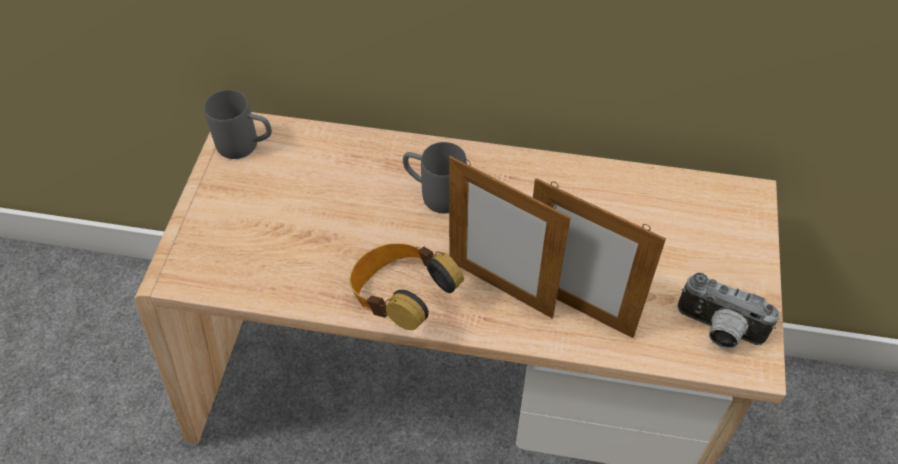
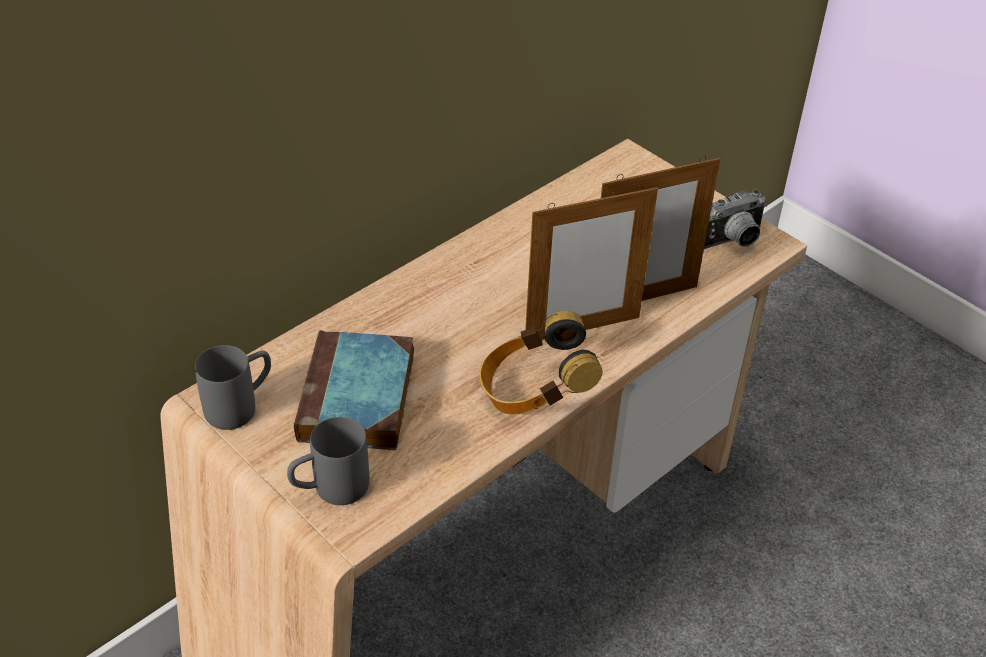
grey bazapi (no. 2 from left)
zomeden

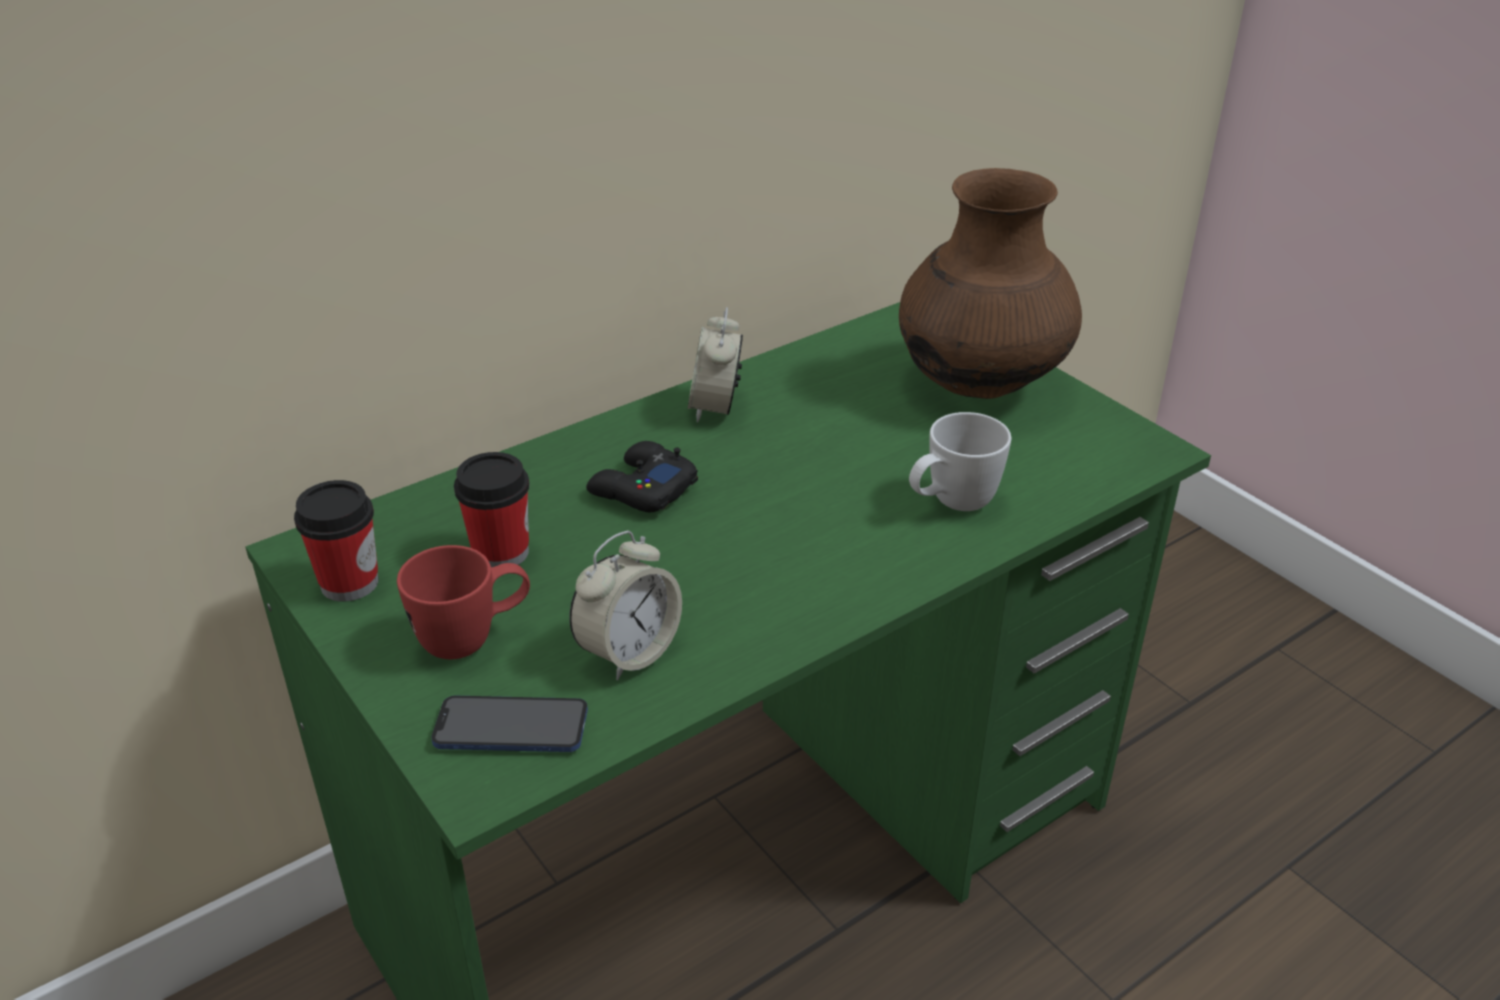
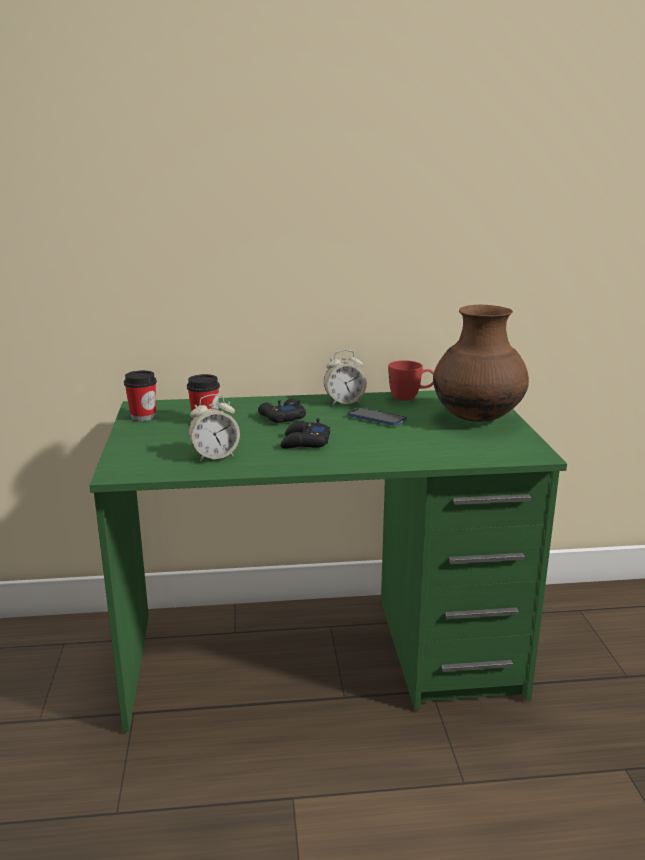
red bazapi
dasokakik
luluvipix (no. 2 from left)
white bazapi
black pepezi (no. 2 from left)

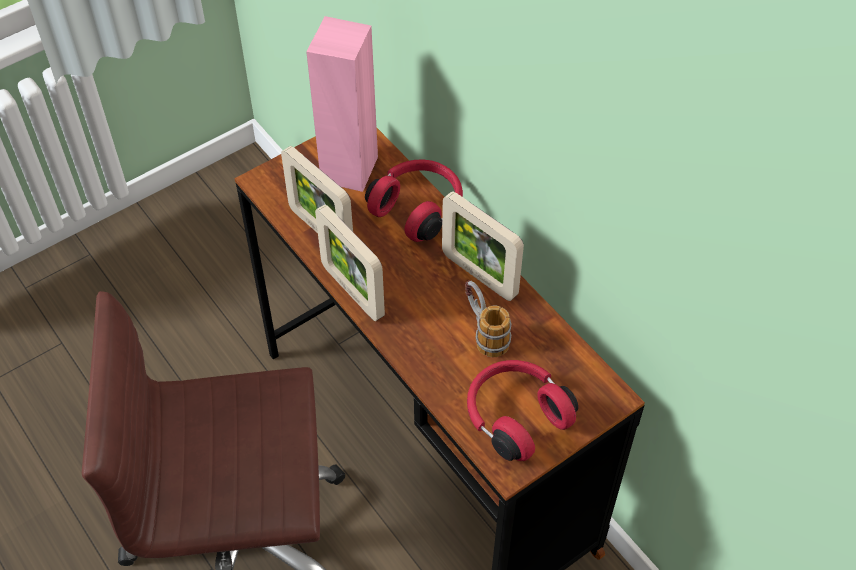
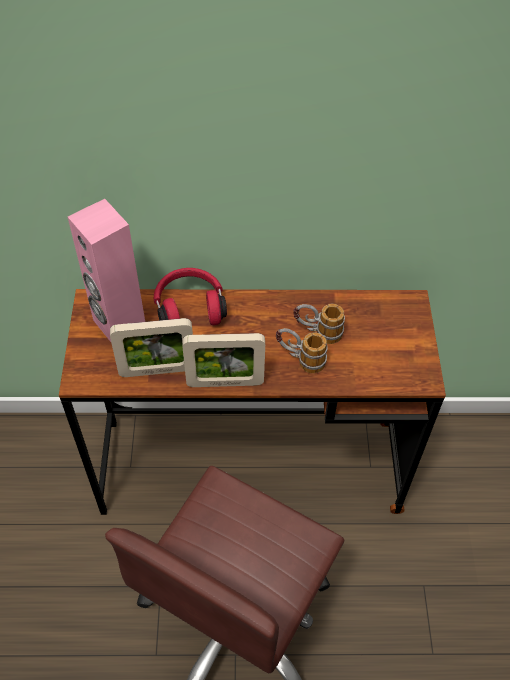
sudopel (no. 3 from left in the first image)
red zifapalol (no. 2 from left in the first image)
bazapi (no. 1 from left)

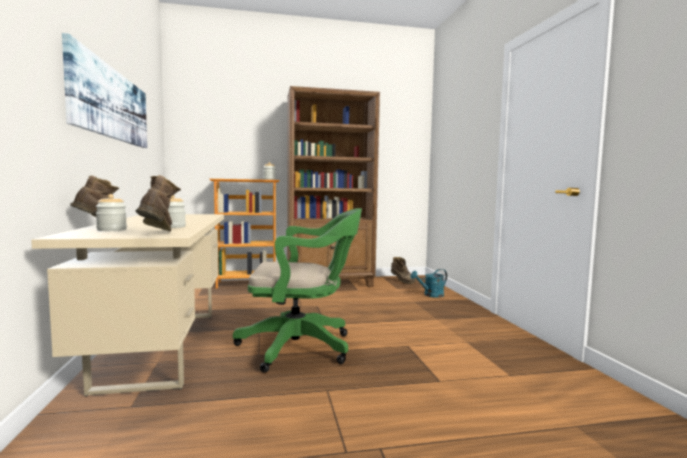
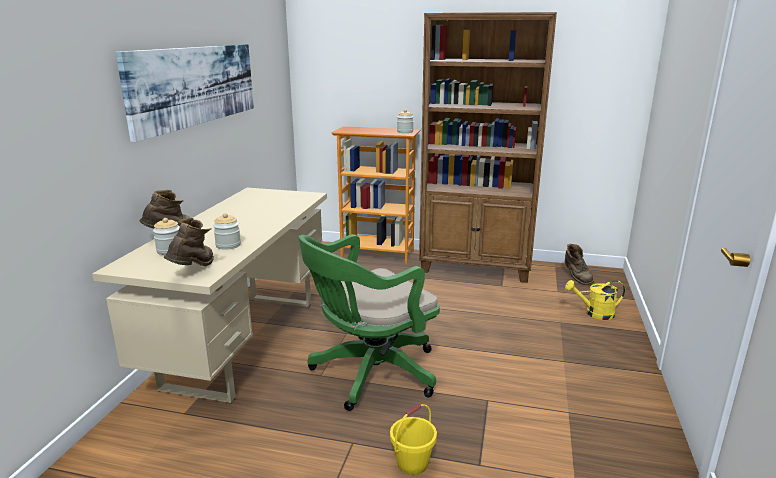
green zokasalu
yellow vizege
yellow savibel

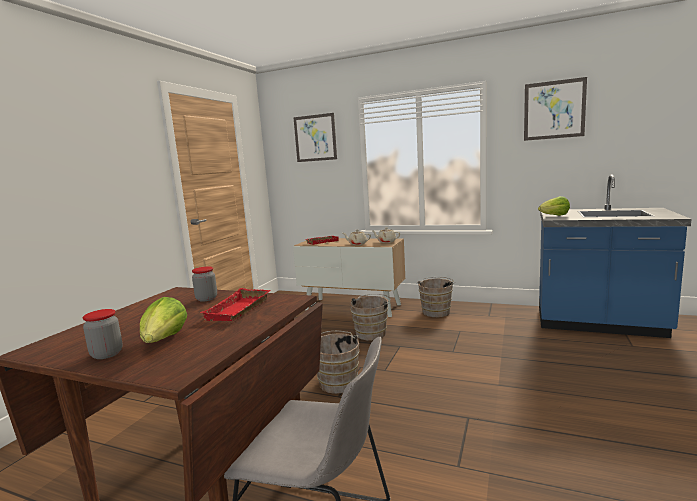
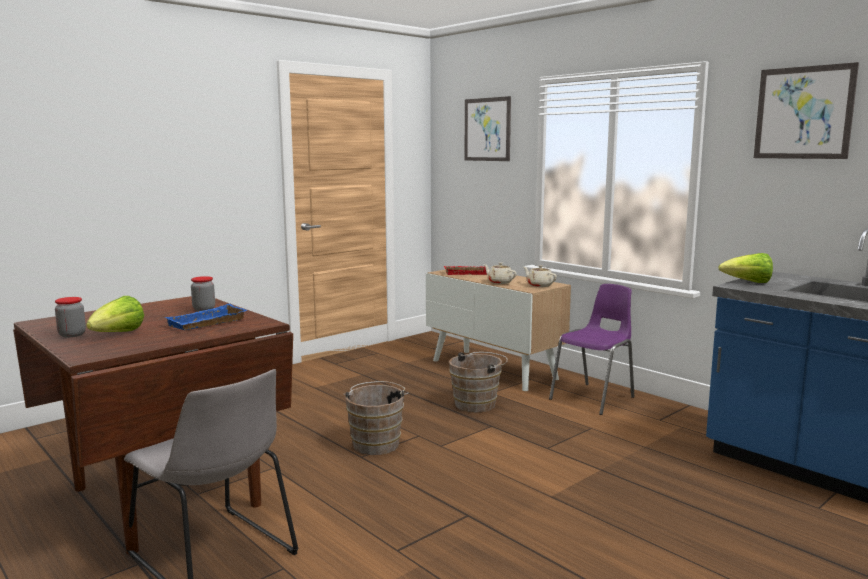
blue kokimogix
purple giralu

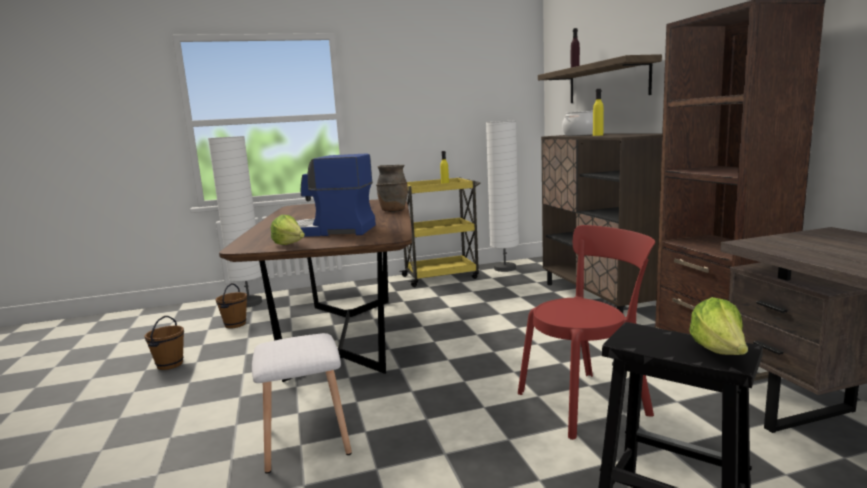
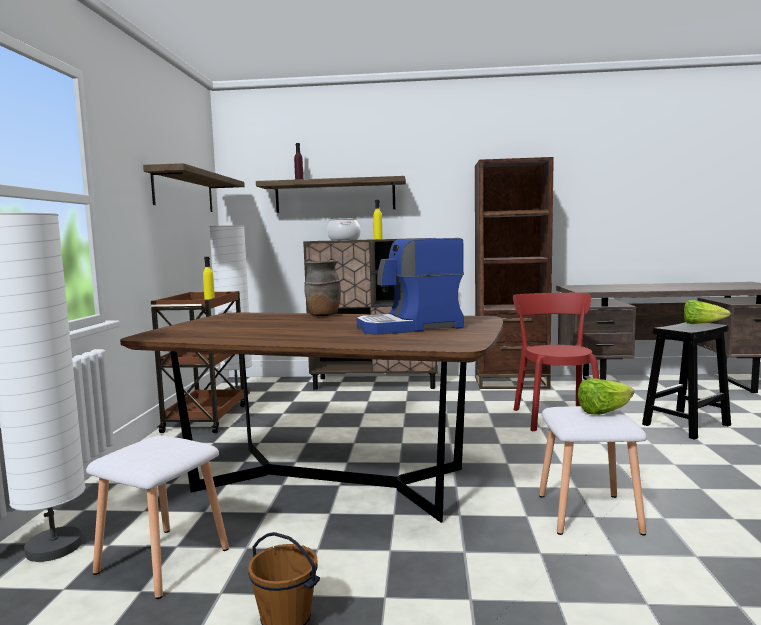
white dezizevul (no. 1 from left)
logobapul (no. 1 from left)
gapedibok
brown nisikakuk
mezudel (no. 1 from left)

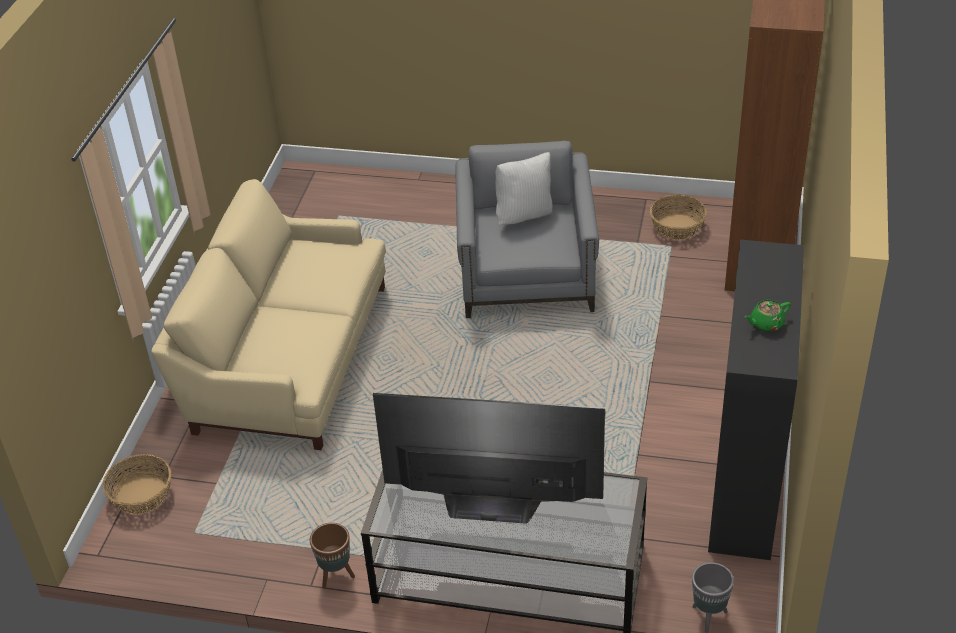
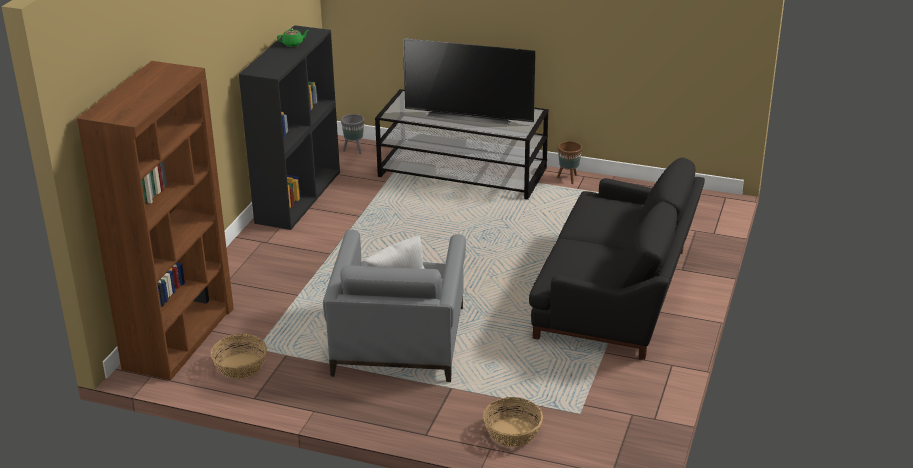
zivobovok (no. 2 from left)
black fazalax

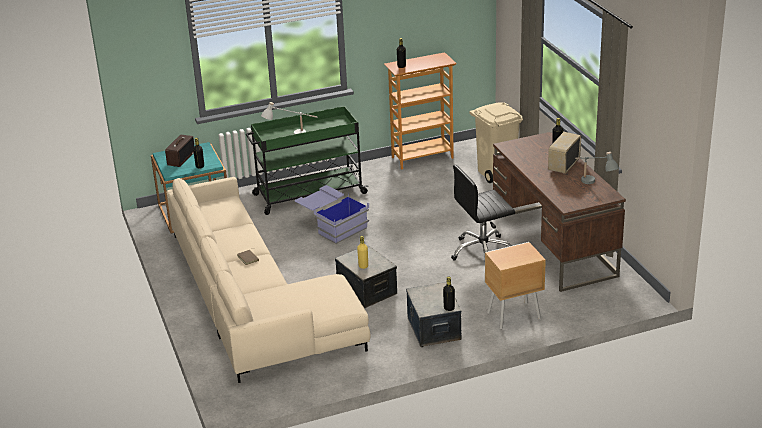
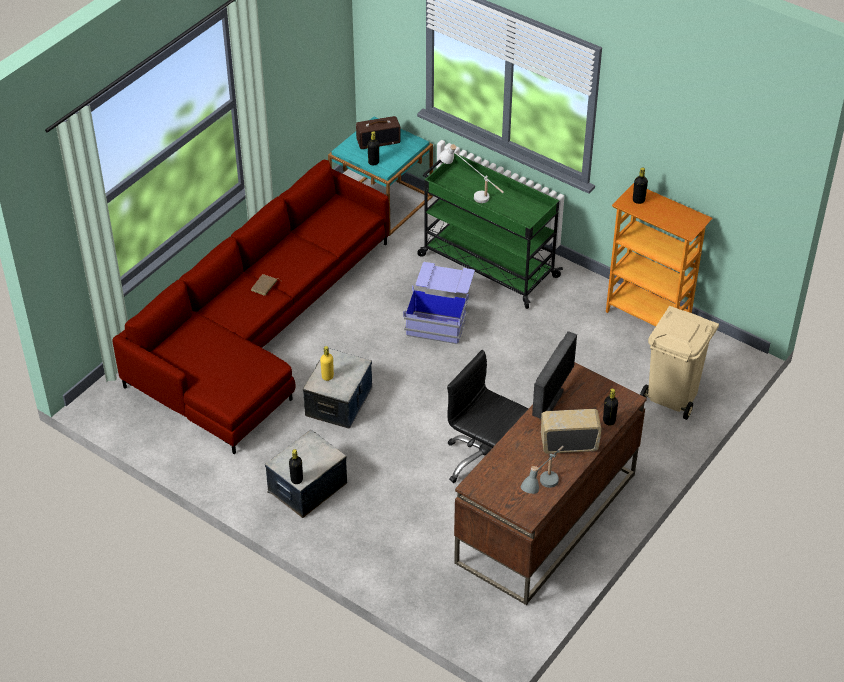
red fazalax
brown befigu
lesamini

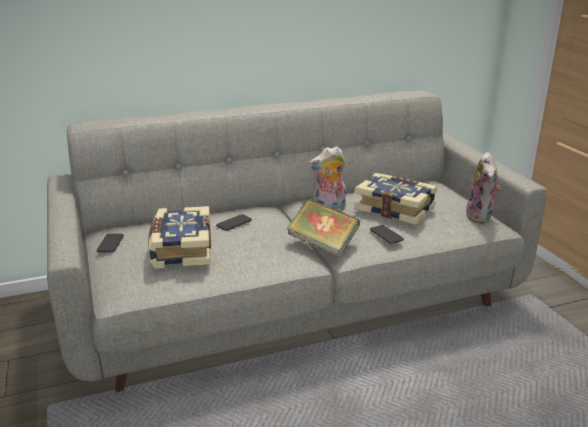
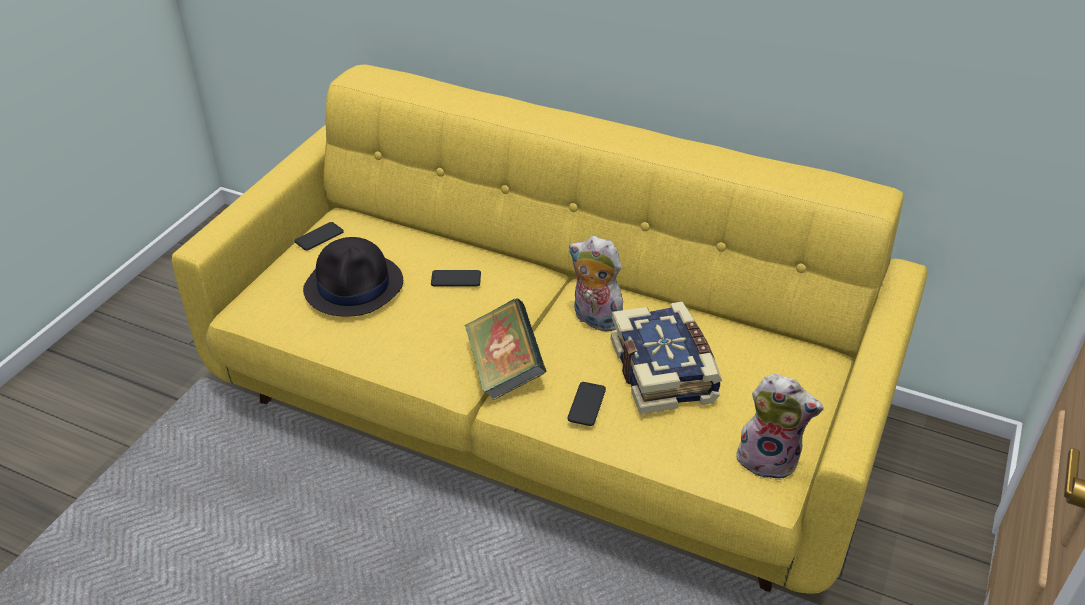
yellow fazalax
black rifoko
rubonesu (no. 2 from left)

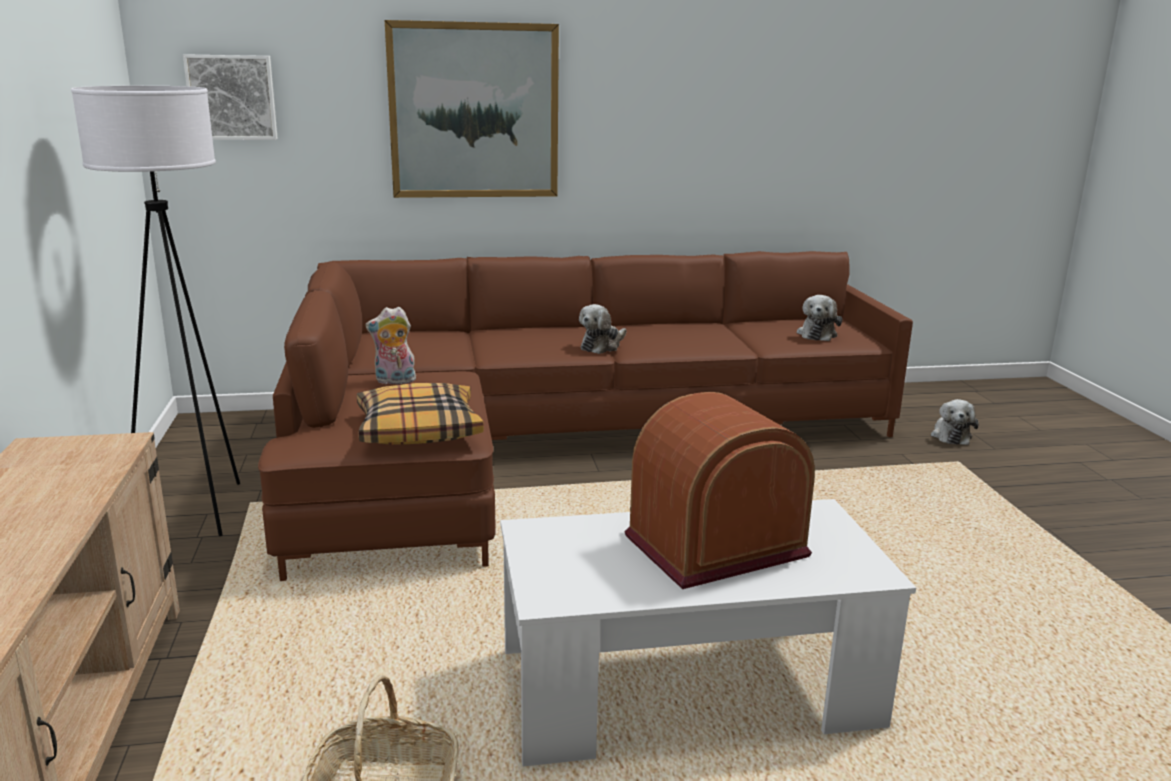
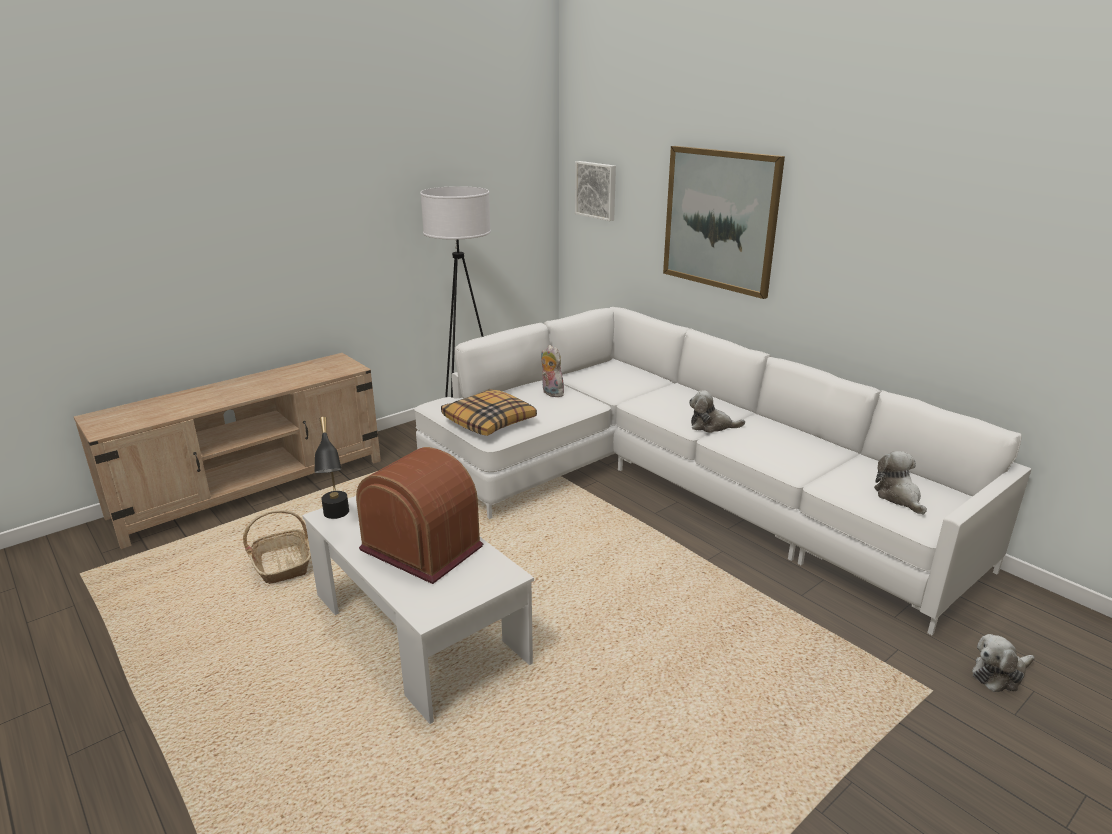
white fazalax
rubonesu (no. 3 from left)
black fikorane

